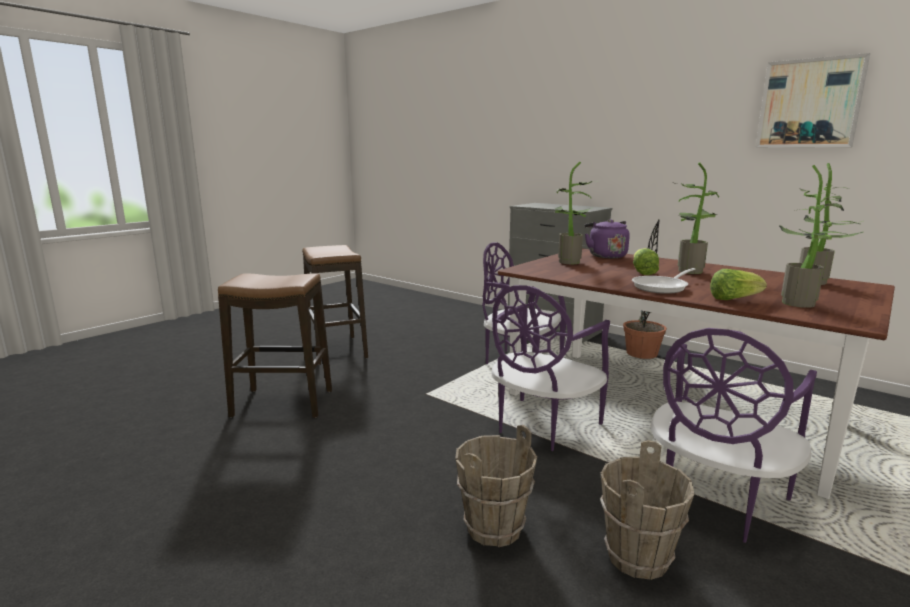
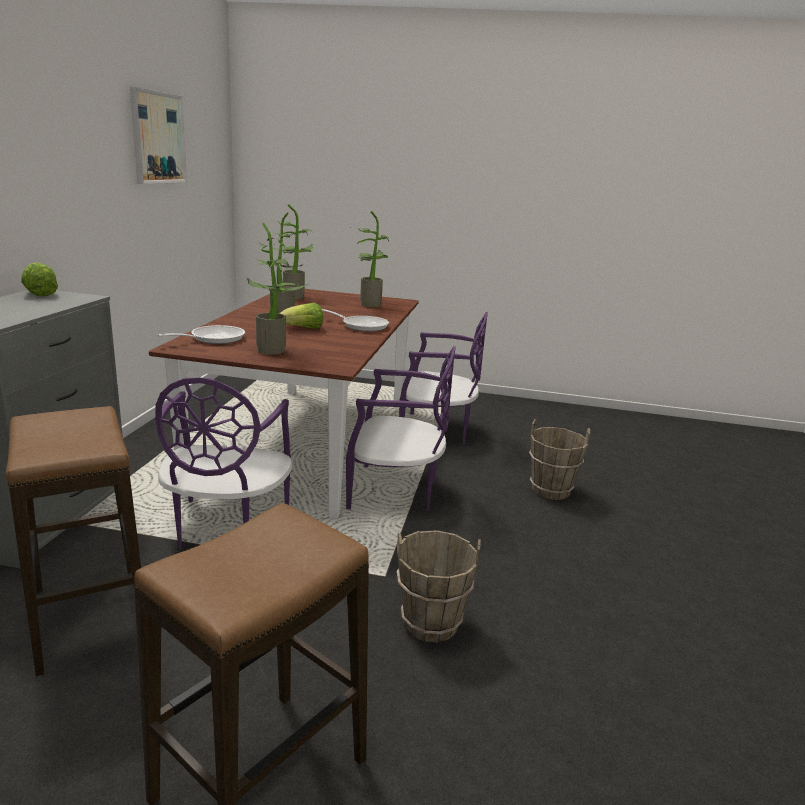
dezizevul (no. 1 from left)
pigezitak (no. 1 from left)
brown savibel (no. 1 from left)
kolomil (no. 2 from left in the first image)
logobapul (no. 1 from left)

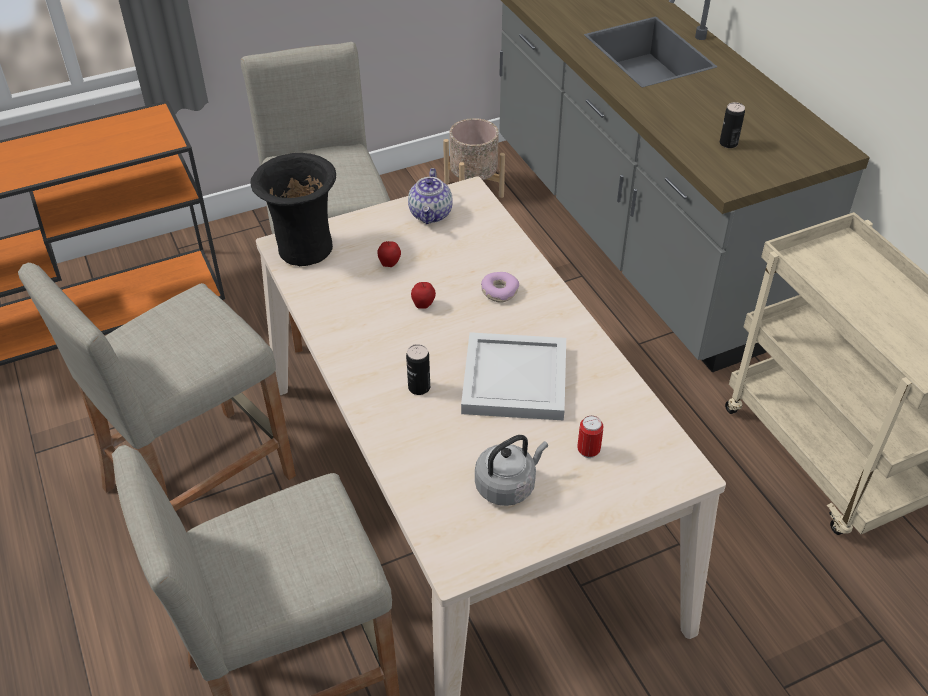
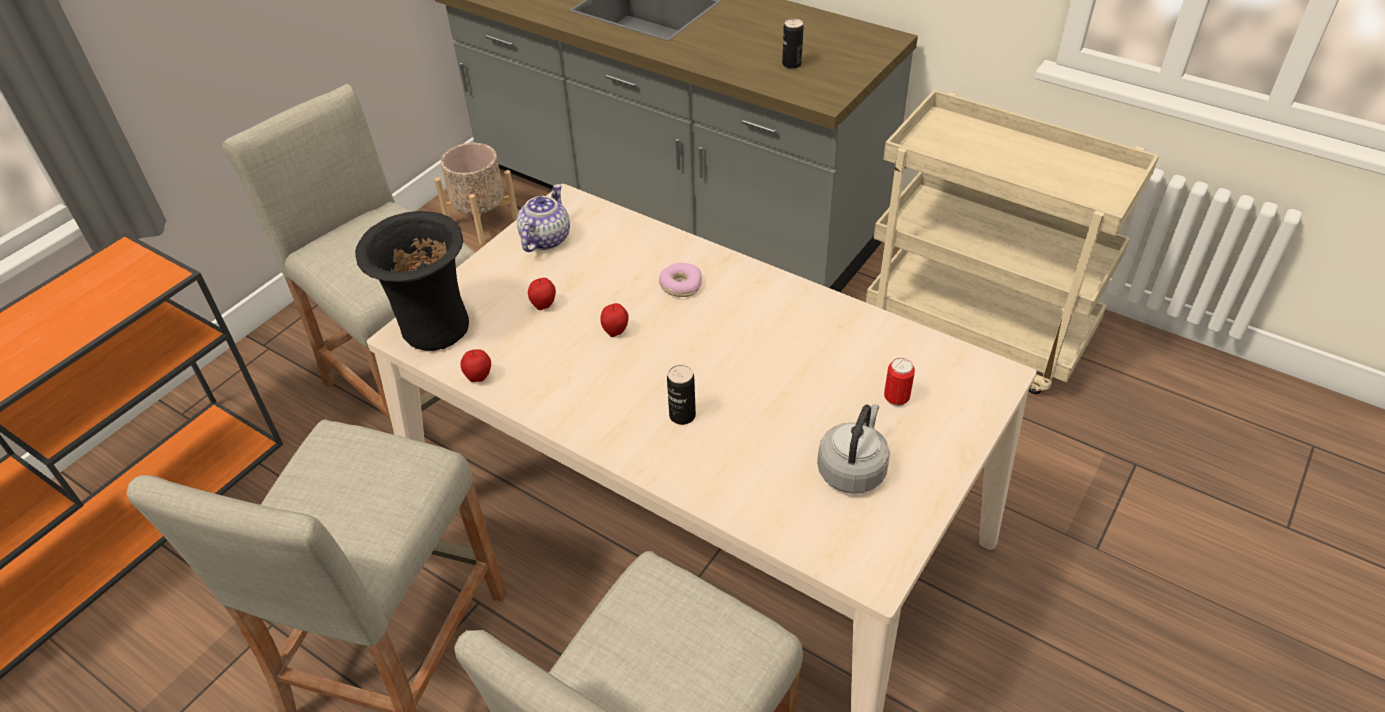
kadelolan
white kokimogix
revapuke (no. 1 from left)

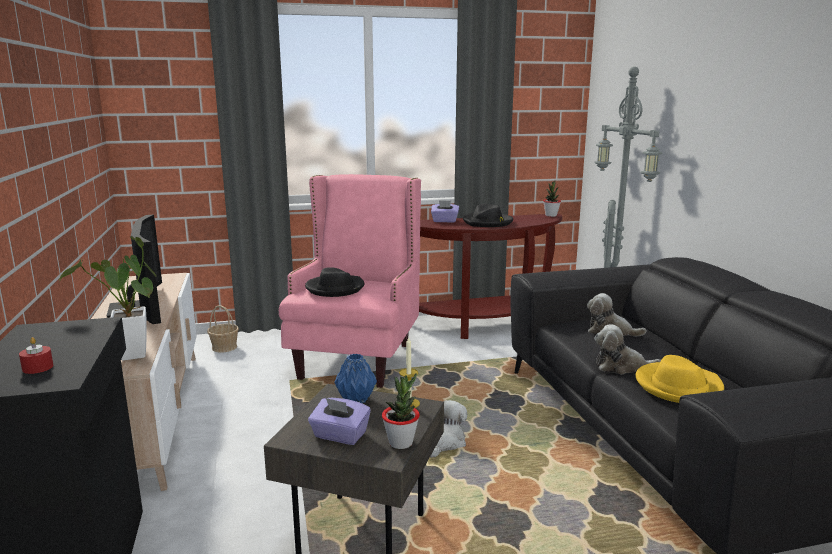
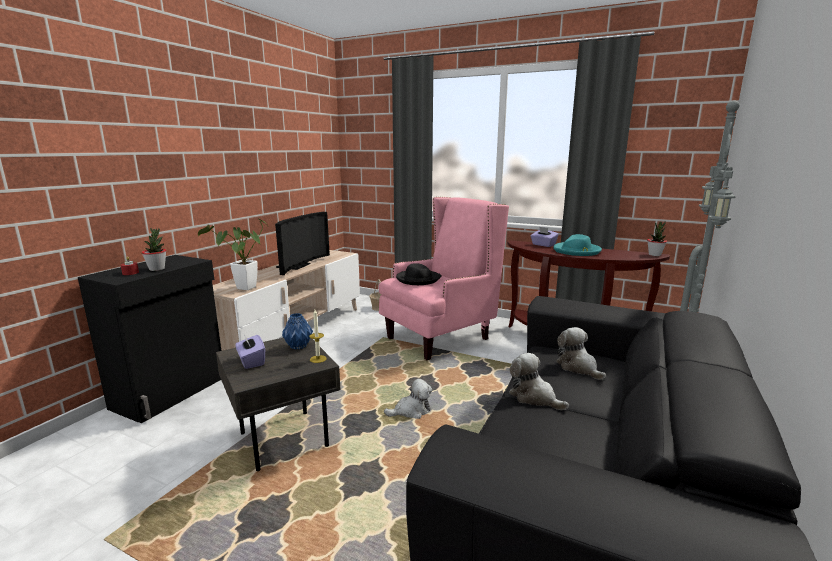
kolomil (no. 1 from left)
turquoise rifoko
yellow rifoko

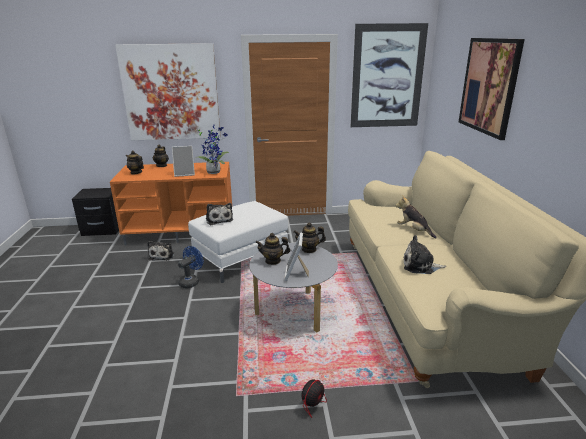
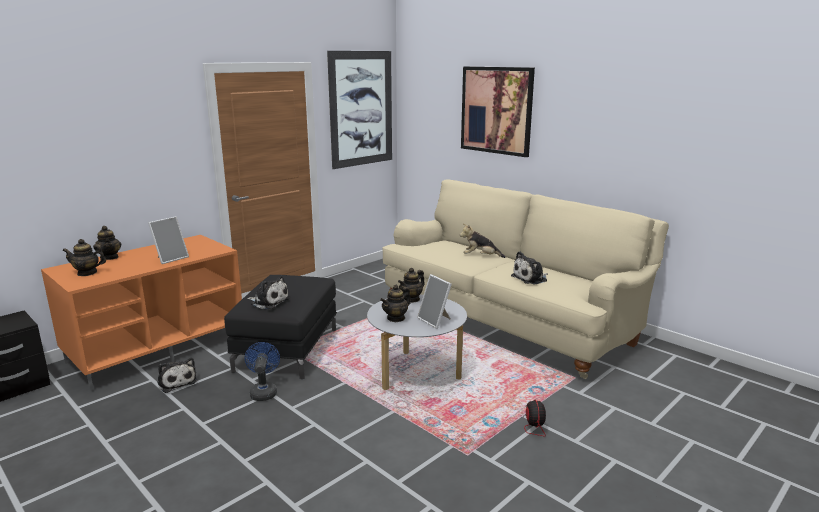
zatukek (no. 1 from left in the first image)
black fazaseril
kolomil

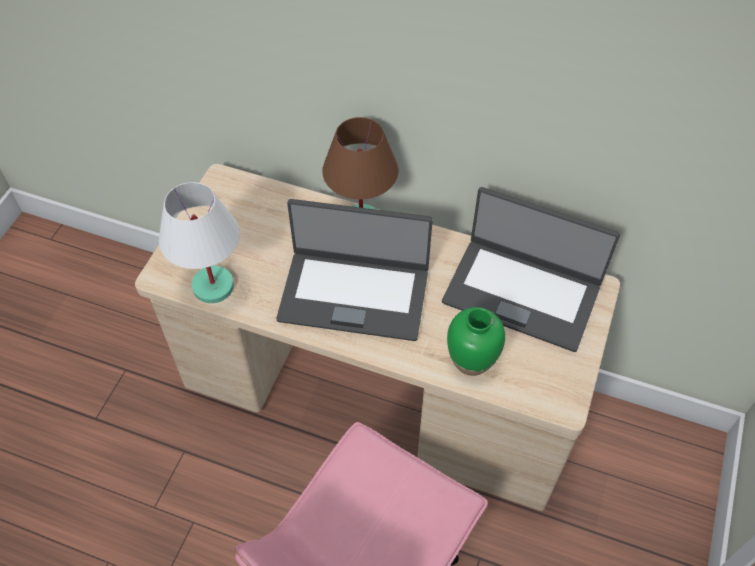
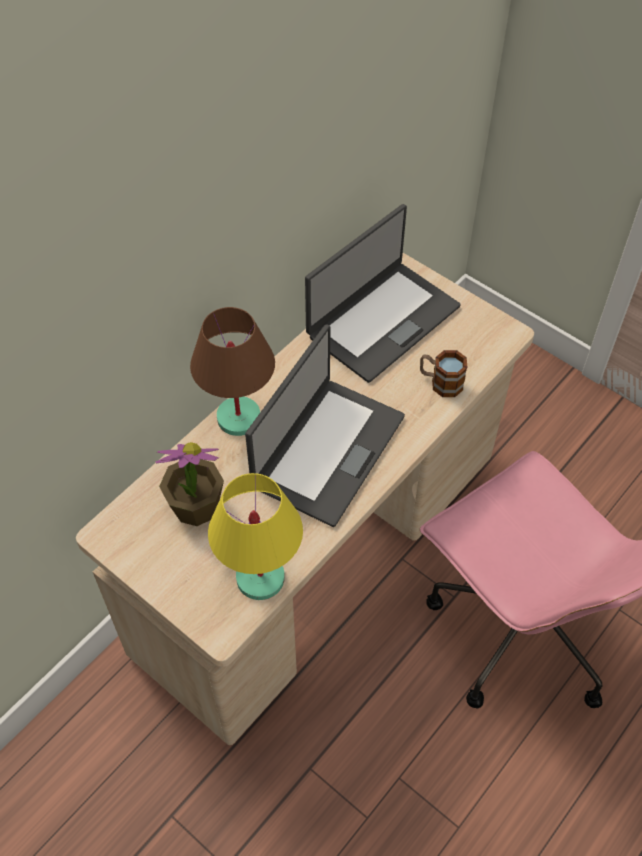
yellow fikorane
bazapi
kolomil

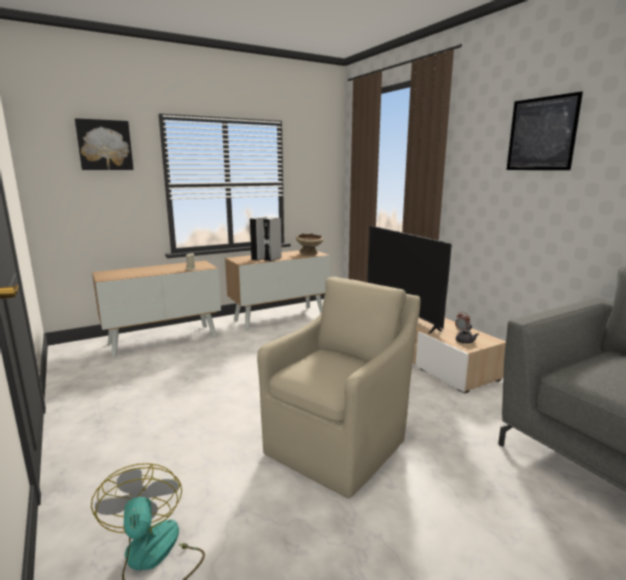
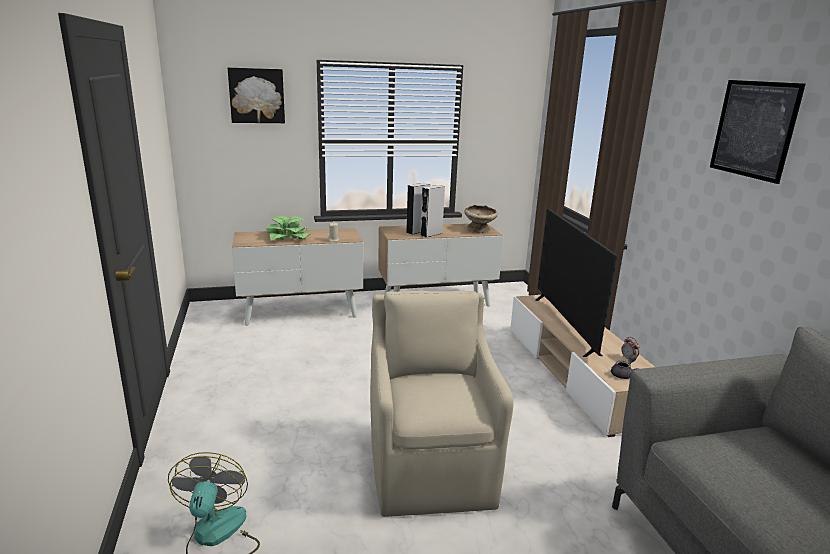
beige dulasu
kolomil

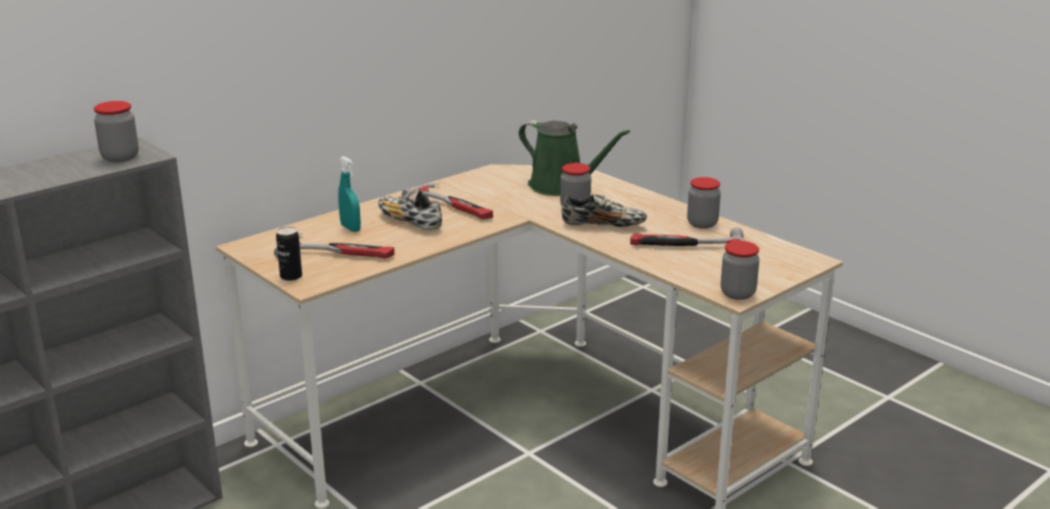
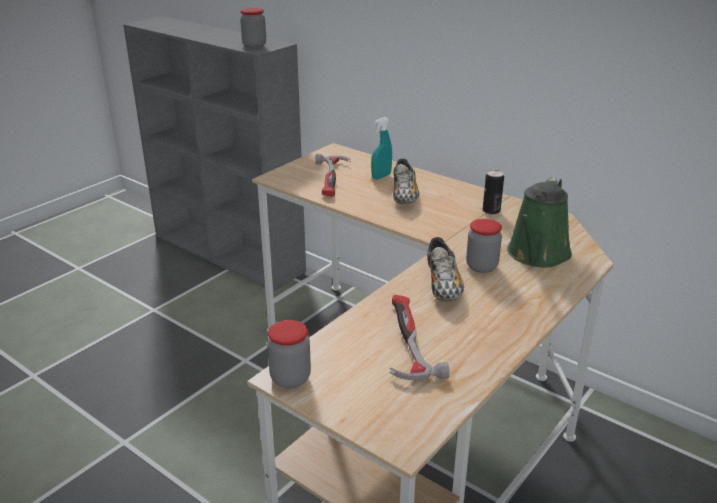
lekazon
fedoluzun (no. 1 from left)
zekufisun (no. 2 from left in the first image)
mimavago (no. 3 from left in the first image)

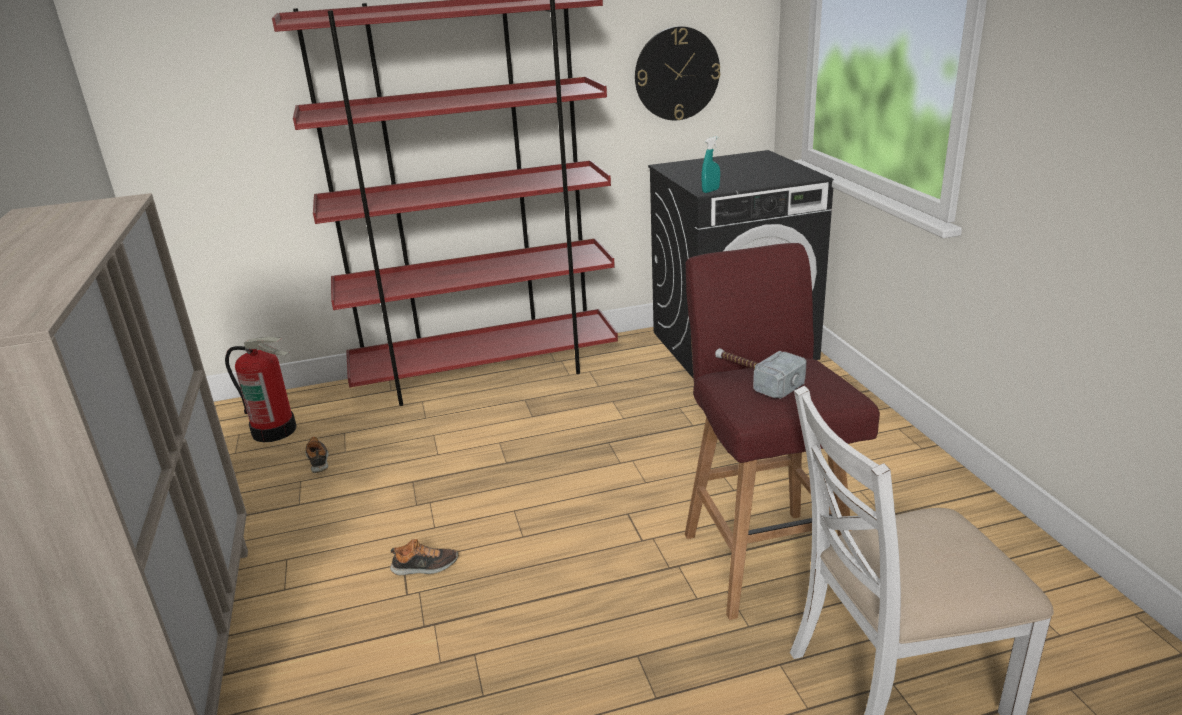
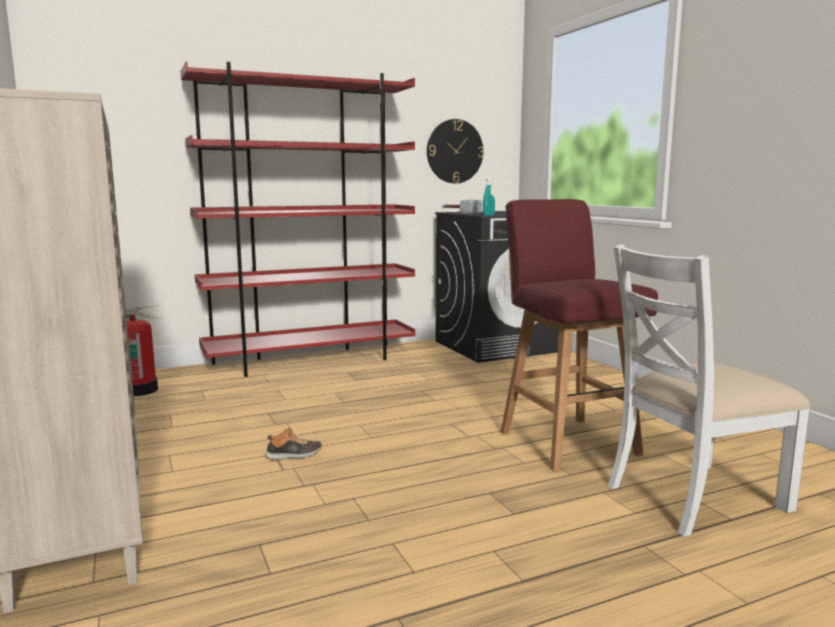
fedoluzun (no. 1 from left in the first image)
zekufisun

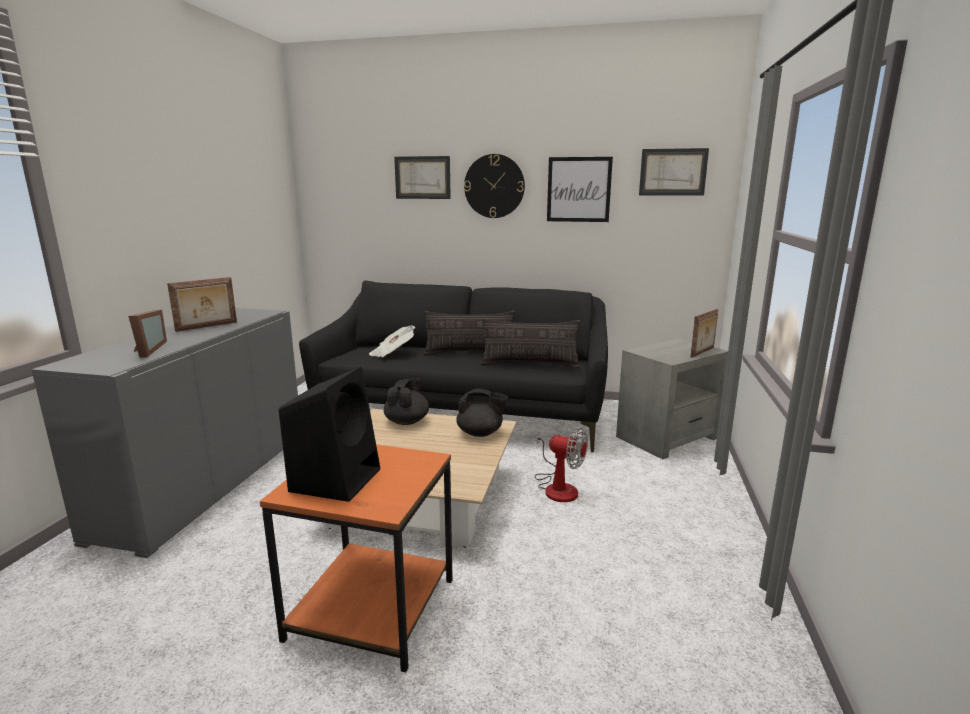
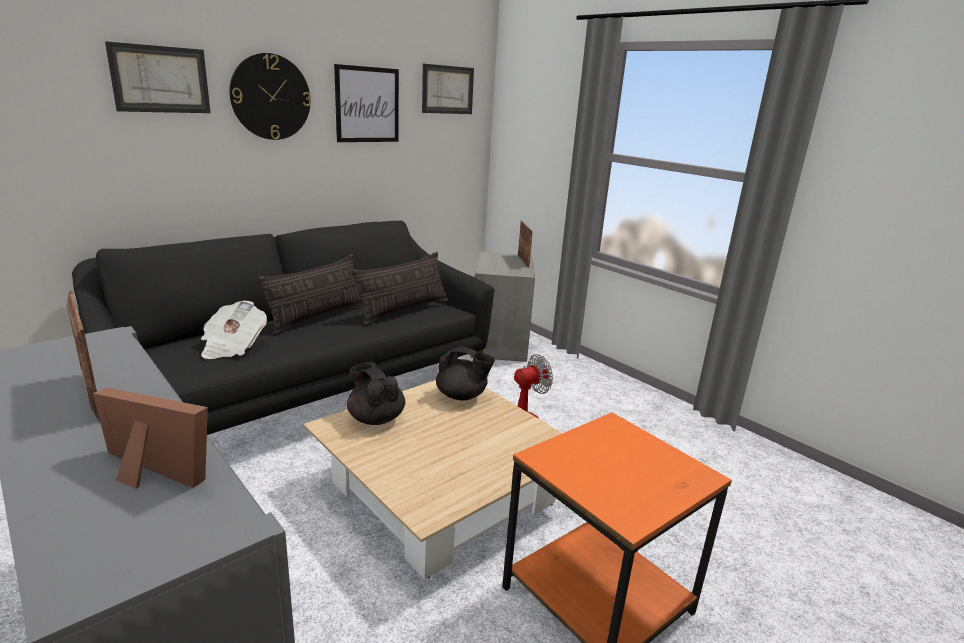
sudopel (no. 1 from left)
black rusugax
black kadelolan (no. 2 from left)

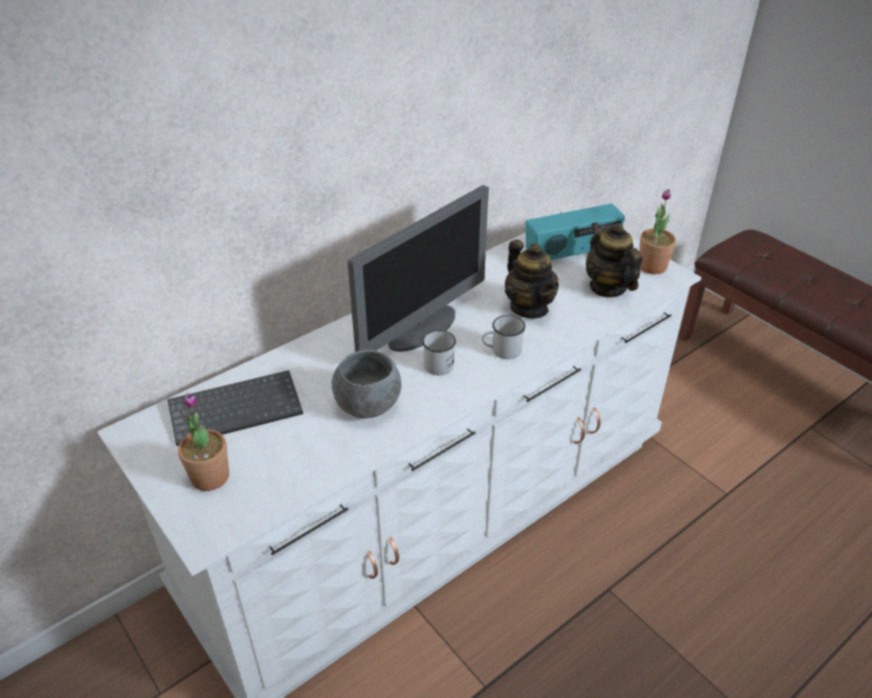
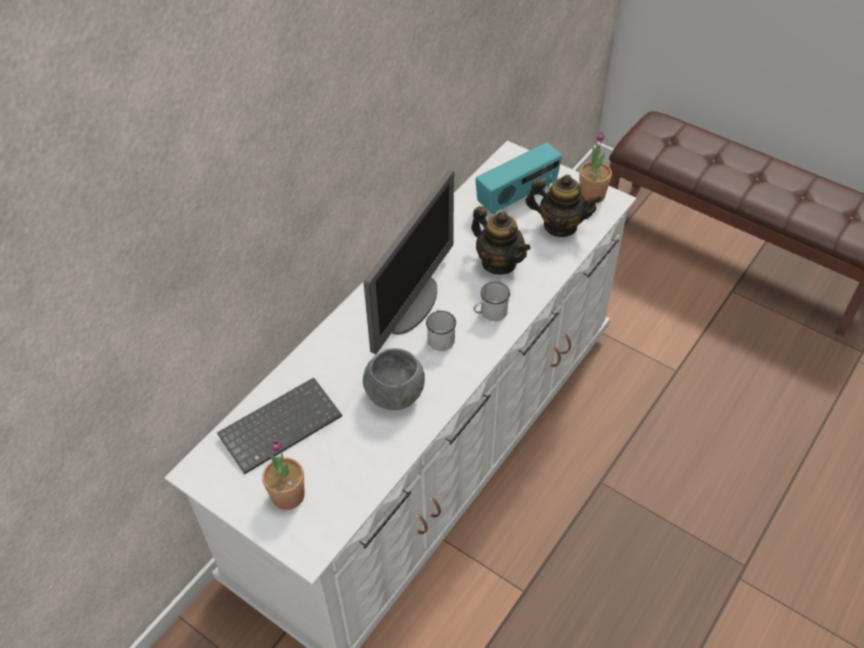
kadelolan (no. 2 from left)

